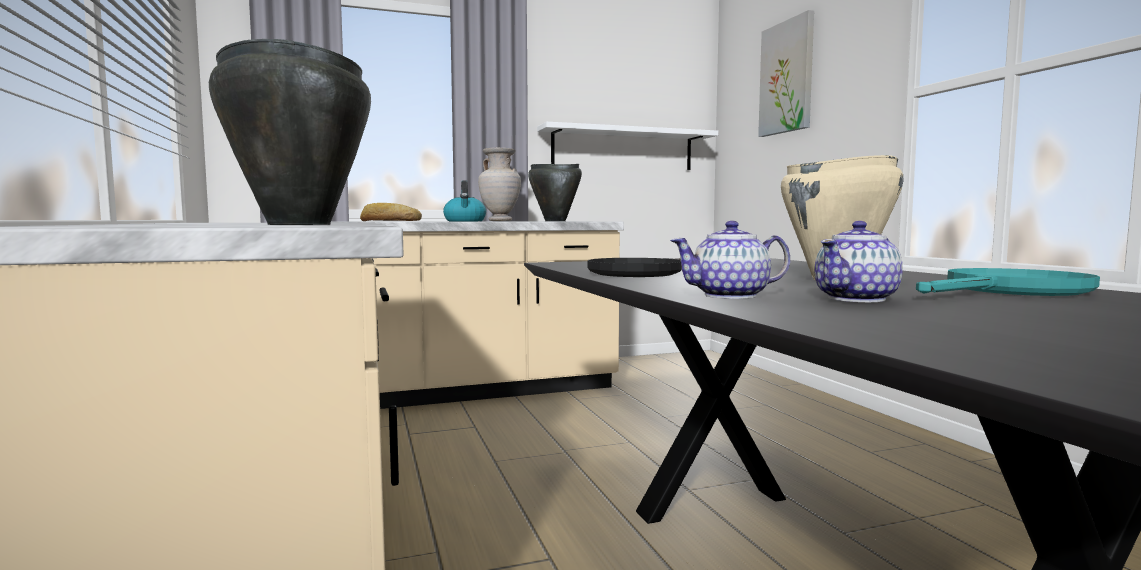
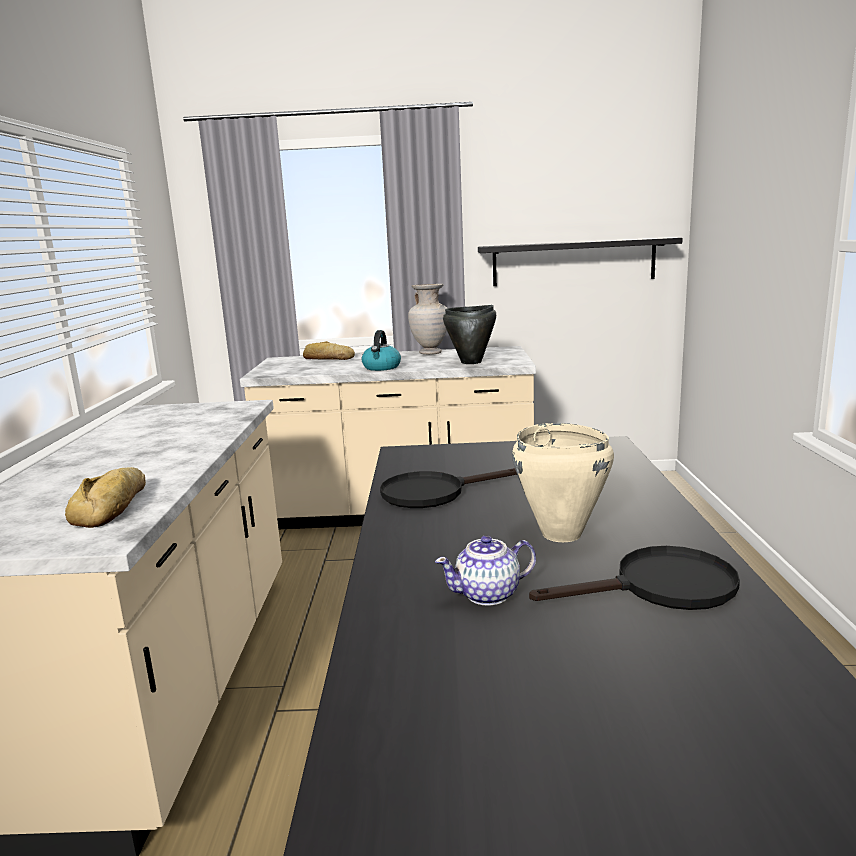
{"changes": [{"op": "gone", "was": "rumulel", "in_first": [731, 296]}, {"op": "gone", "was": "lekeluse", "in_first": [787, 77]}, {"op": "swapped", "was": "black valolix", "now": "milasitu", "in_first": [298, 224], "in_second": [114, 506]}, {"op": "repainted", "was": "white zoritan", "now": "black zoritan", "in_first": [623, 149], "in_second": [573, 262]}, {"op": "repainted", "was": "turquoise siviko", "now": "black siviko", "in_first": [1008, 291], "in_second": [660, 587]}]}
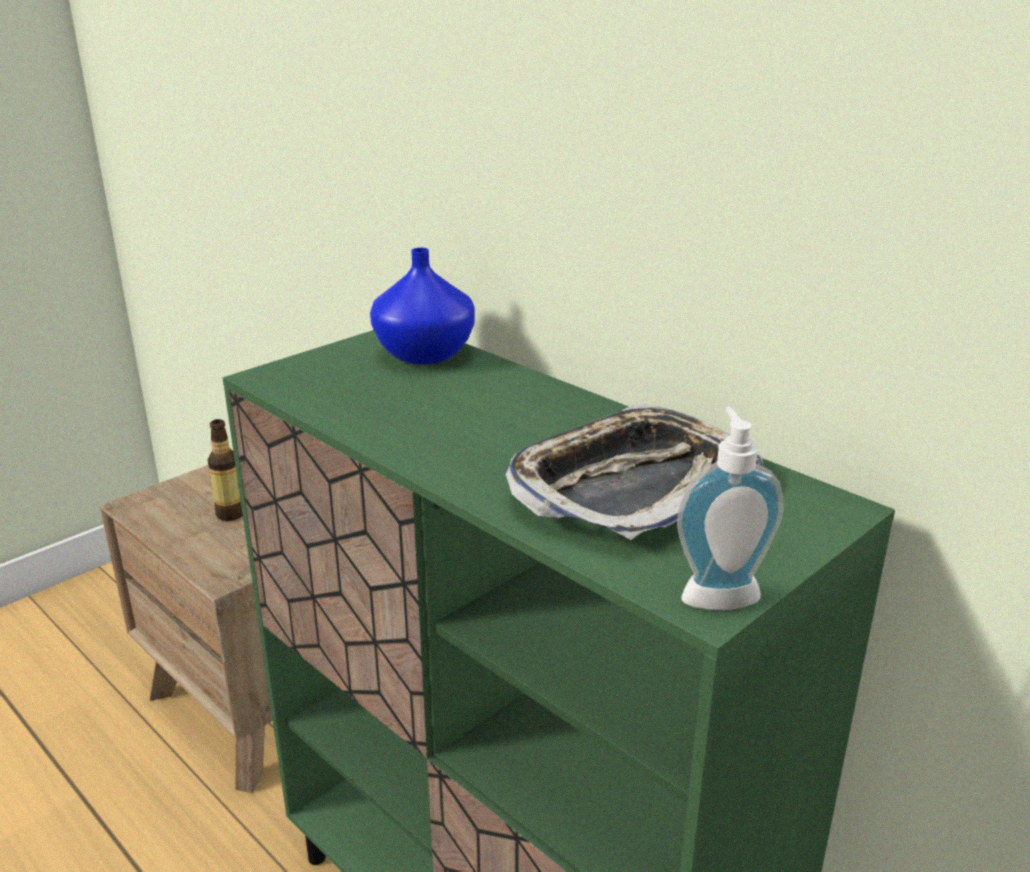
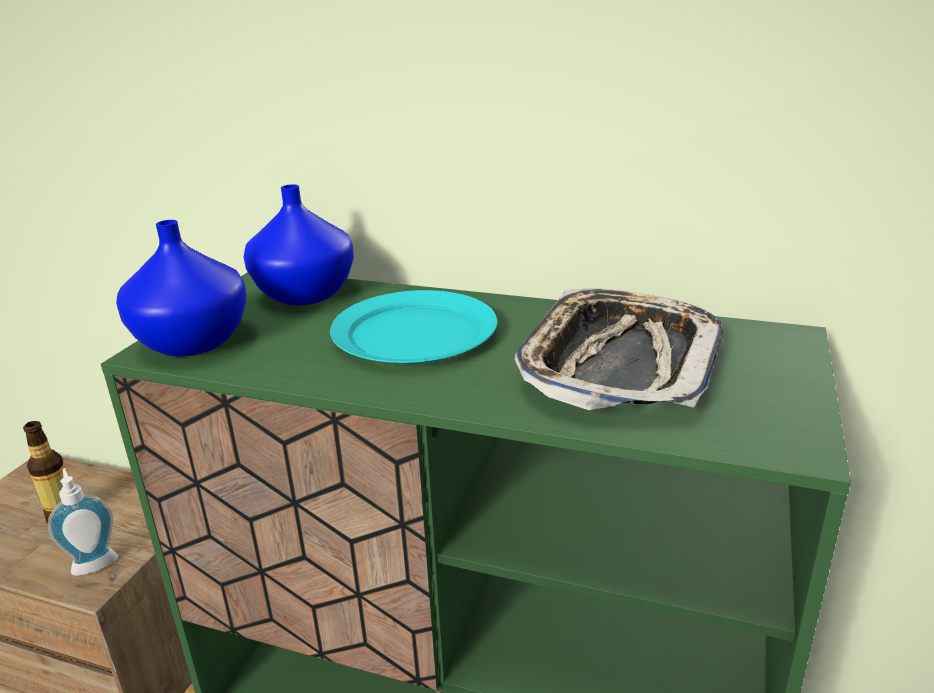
{"changes": [{"op": "new", "now": "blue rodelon", "in_second": [194, 341]}, {"op": "new", "now": "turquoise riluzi", "in_second": [413, 334]}, {"op": "shifted", "was": "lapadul", "in_first": [718, 593], "in_second": [94, 562]}]}
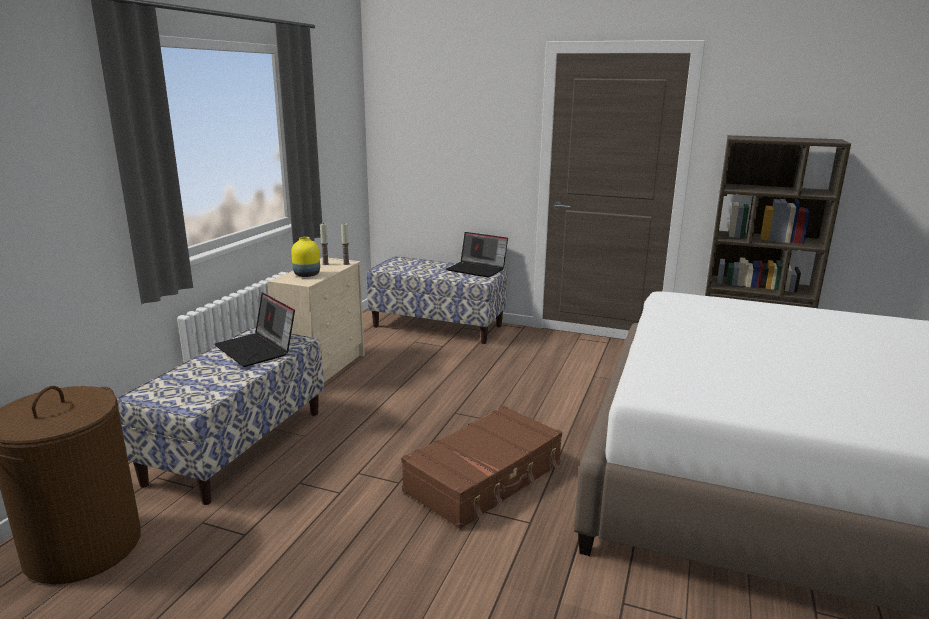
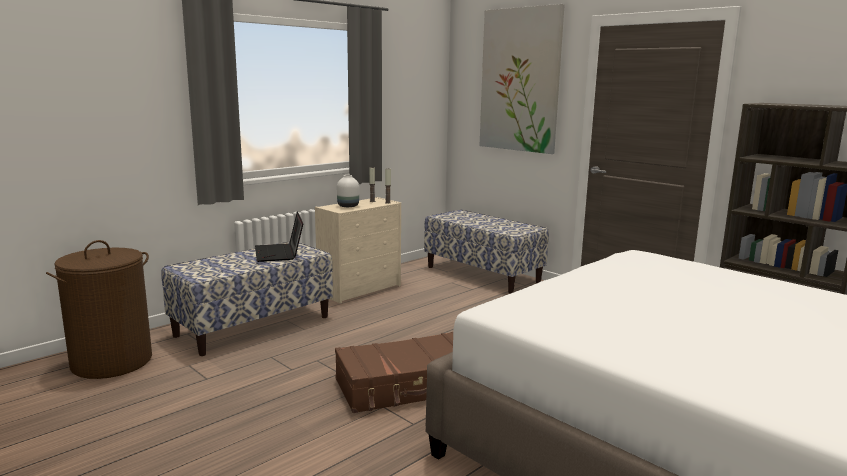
{"changes": [{"op": "gone", "was": "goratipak", "in_first": [477, 269]}, {"op": "new", "now": "lekeluse", "in_second": [520, 80]}, {"op": "repainted", "was": "yellow rodelon", "now": "white rodelon", "in_first": [306, 275], "in_second": [347, 206]}]}
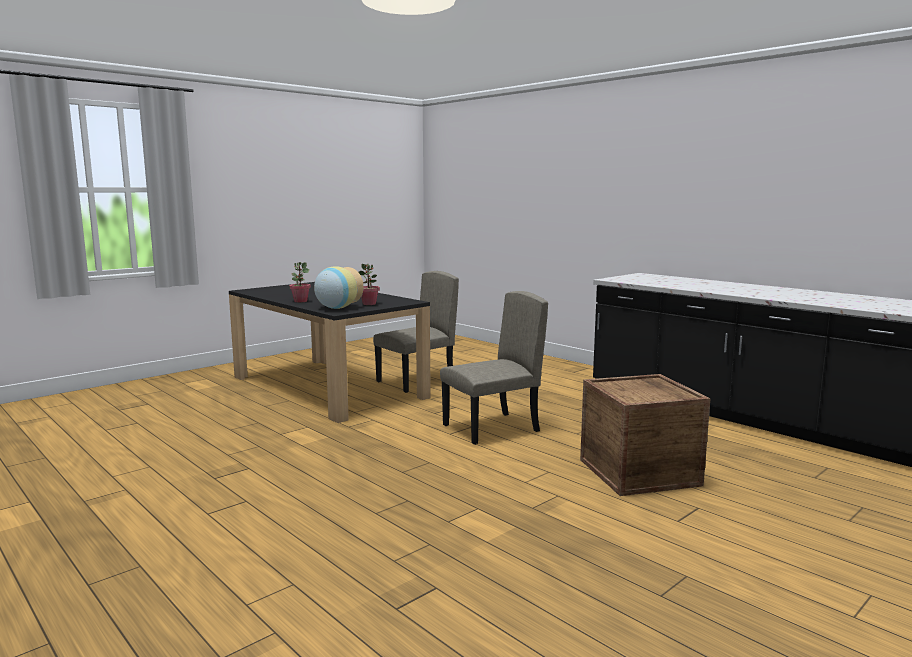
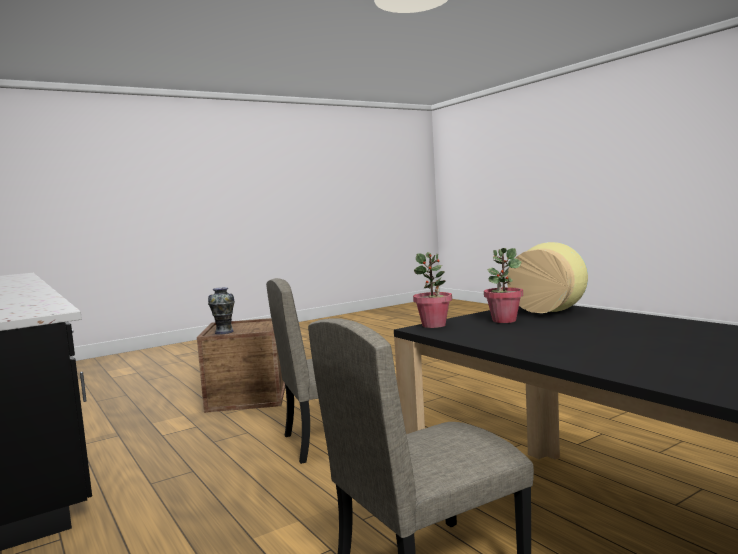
{"changes": [{"op": "new", "now": "rodelon", "in_second": [224, 332]}, {"op": "shifted", "was": "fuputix", "in_first": [300, 301], "in_second": [434, 325]}]}
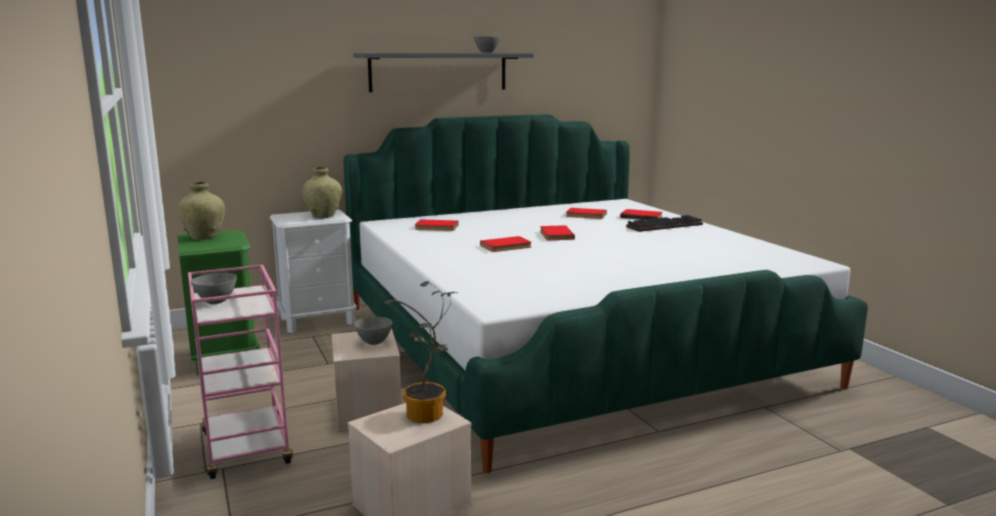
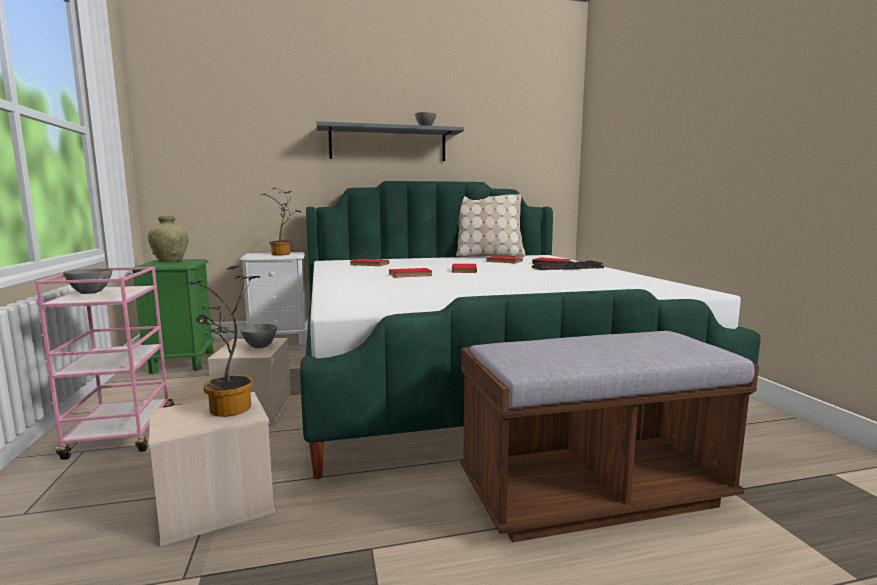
{"changes": [{"op": "new", "now": "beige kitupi", "in_second": [489, 256]}, {"op": "new", "now": "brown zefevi", "in_second": [592, 493]}, {"op": "swapped", "was": "beige rodelon", "now": "fuputix", "in_first": [323, 216], "in_second": [283, 254]}]}
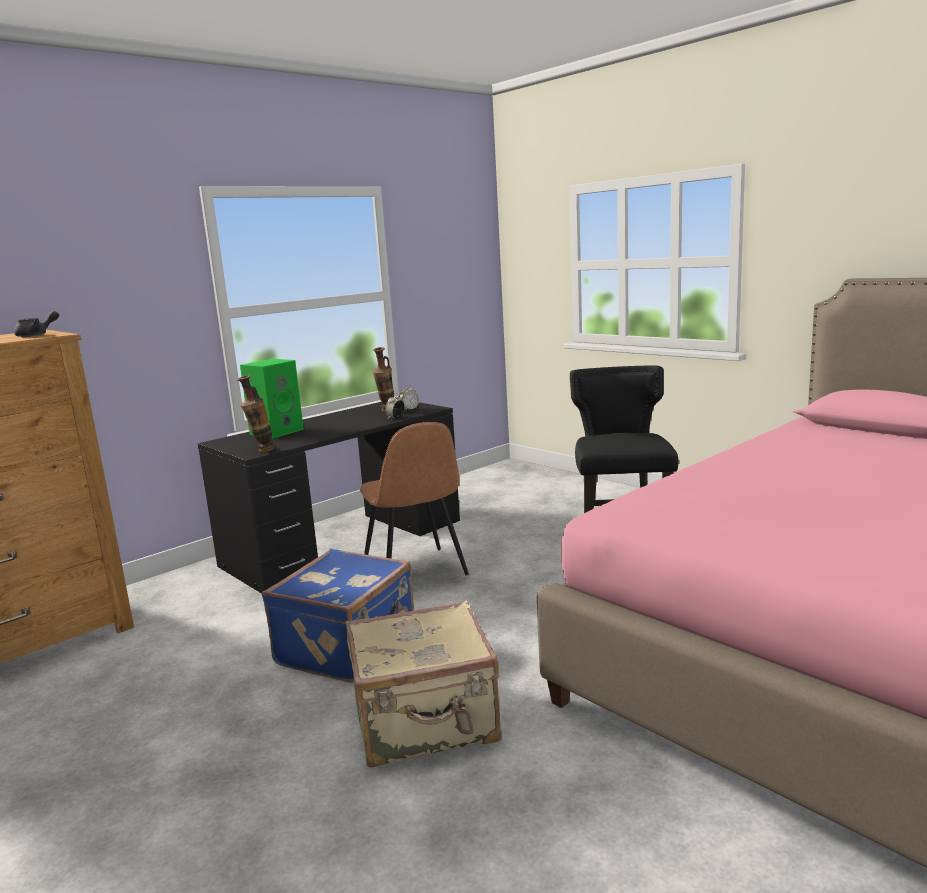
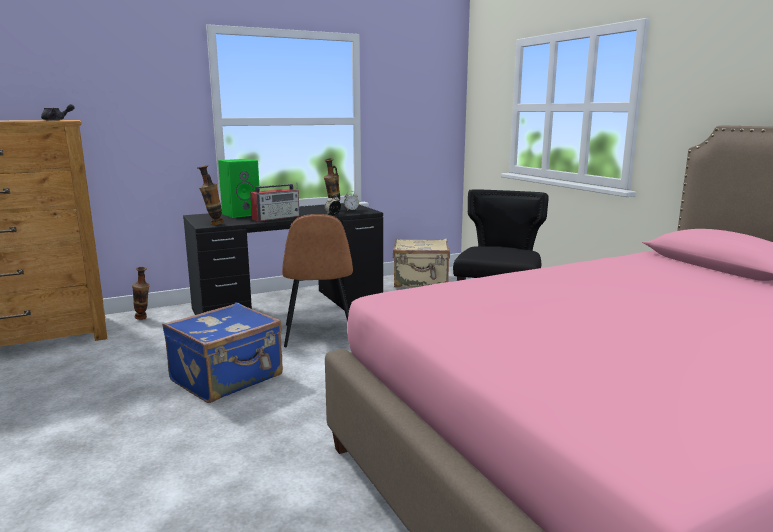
{"changes": [{"op": "new", "now": "rodelon", "in_second": [143, 319]}, {"op": "new", "now": "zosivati", "in_second": [277, 217]}, {"op": "shifted", "was": "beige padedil", "in_first": [426, 723], "in_second": [421, 282]}]}
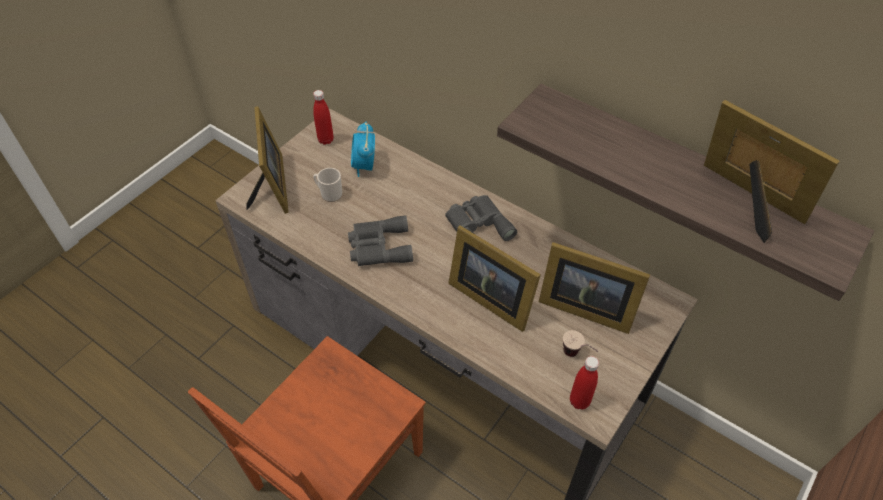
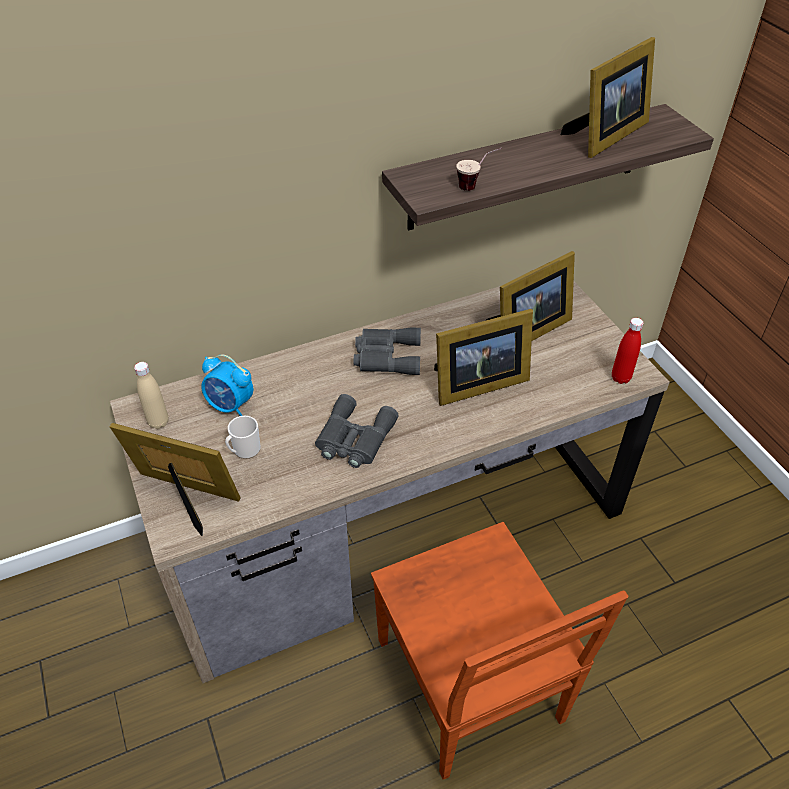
{"changes": [{"op": "shifted", "was": "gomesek", "in_first": [577, 356], "in_second": [476, 186]}, {"op": "repainted", "was": "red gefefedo", "now": "beige gefefedo", "in_first": [326, 140], "in_second": [158, 422]}, {"op": "rotated", "was": "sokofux", "in_first": [749, 202], "in_second": [606, 136], "clockwise": 150}]}
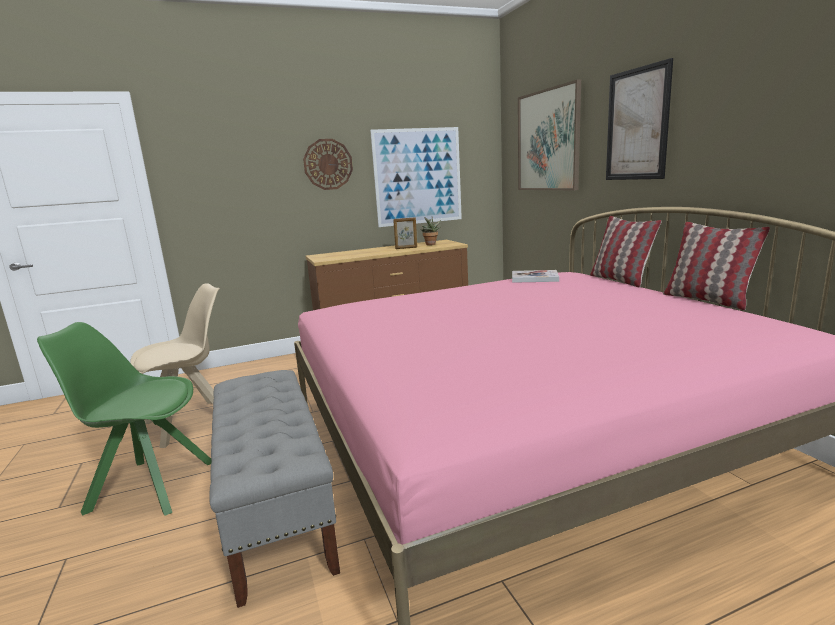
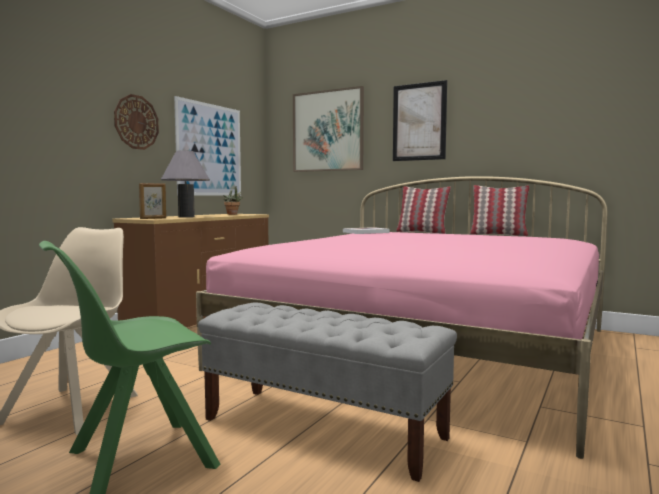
{"changes": [{"op": "new", "now": "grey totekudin", "in_second": [186, 217]}, {"op": "shifted", "was": "sokofux", "in_first": [406, 248], "in_second": [153, 218]}]}
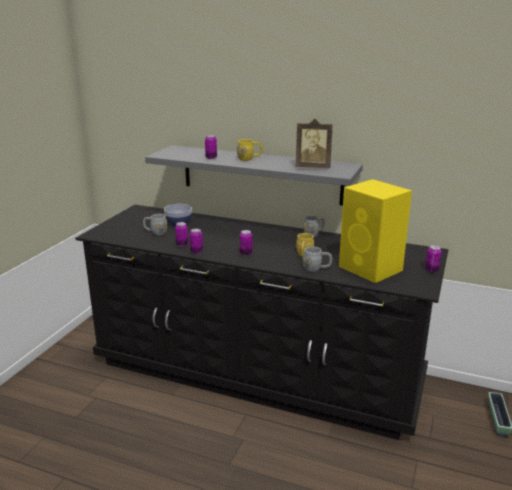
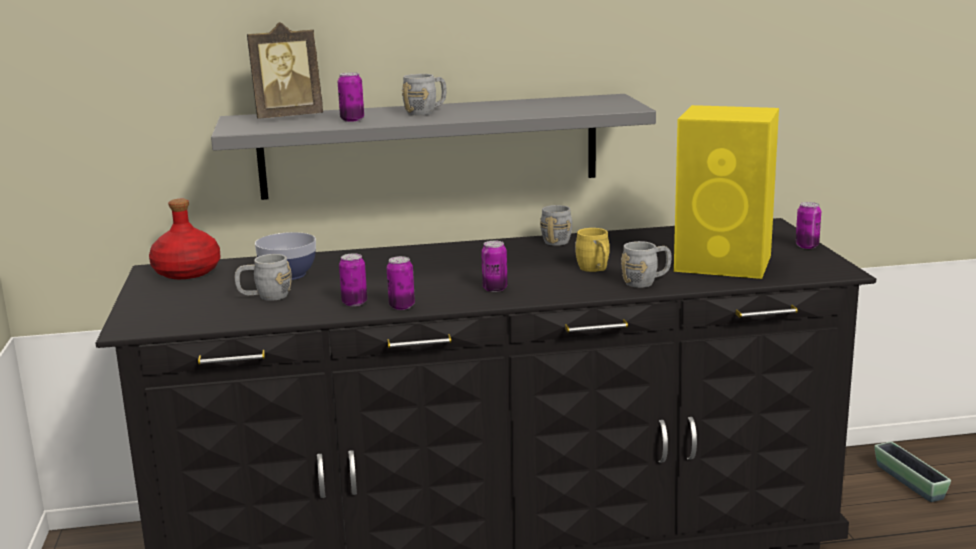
{"changes": [{"op": "new", "now": "red gefefedo", "in_second": [188, 272]}, {"op": "shifted", "was": "sokofux", "in_first": [313, 167], "in_second": [287, 117]}, {"op": "repainted", "was": "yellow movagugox", "now": "grey movagugox", "in_first": [249, 158], "in_second": [426, 112]}]}
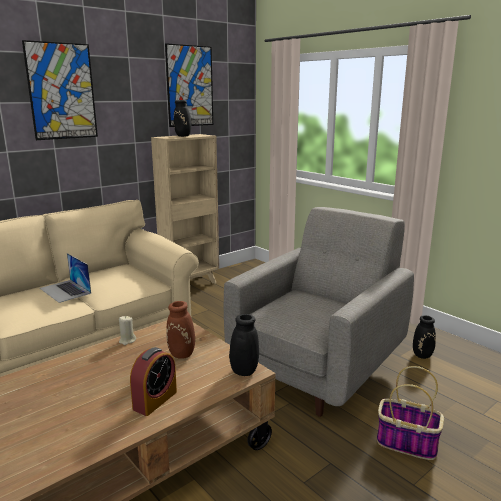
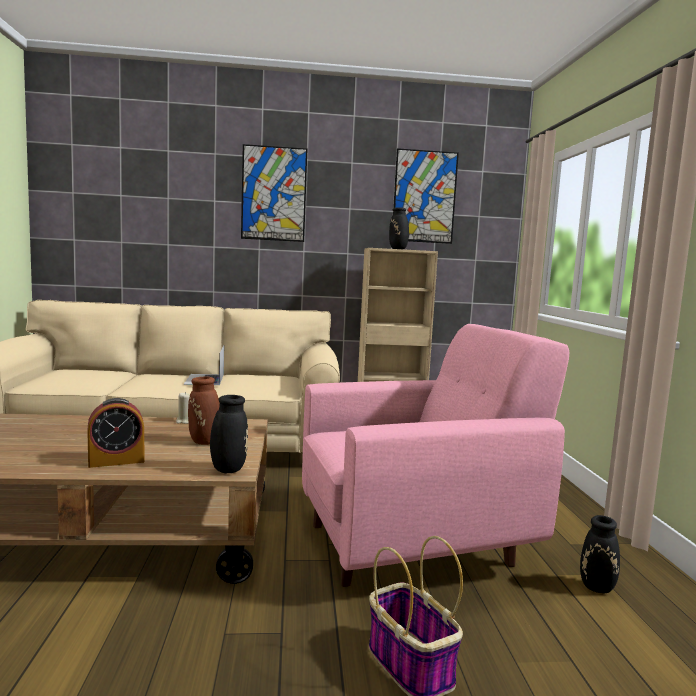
{"changes": [{"op": "repainted", "was": "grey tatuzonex", "now": "pink tatuzonex", "in_first": [319, 368], "in_second": [416, 544]}]}
